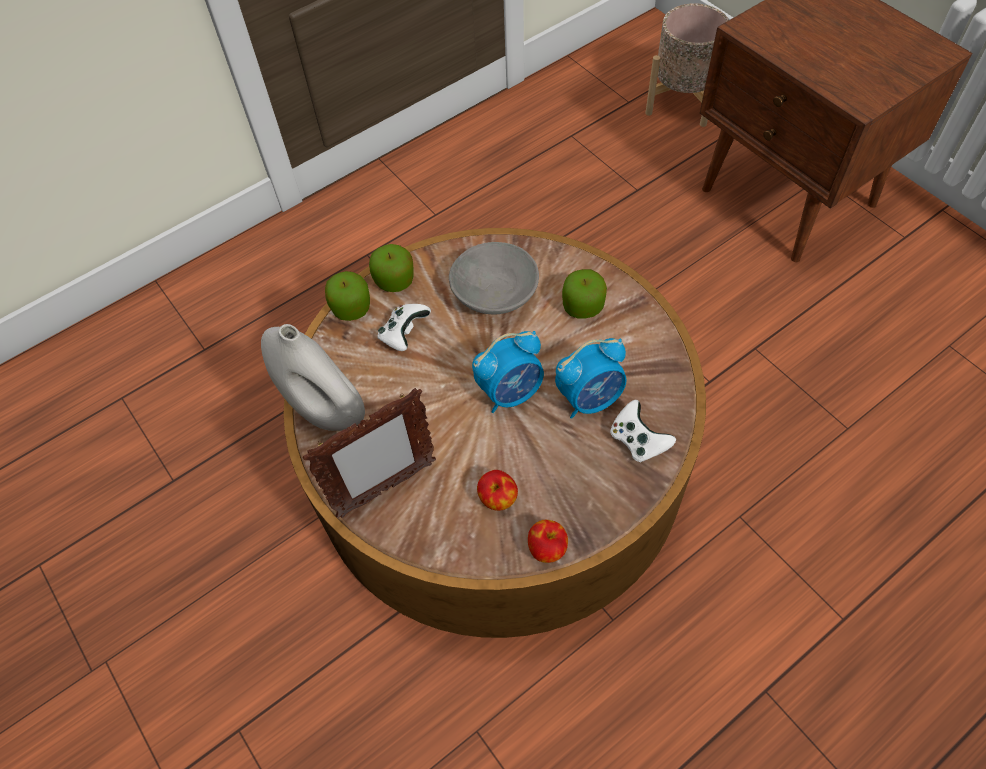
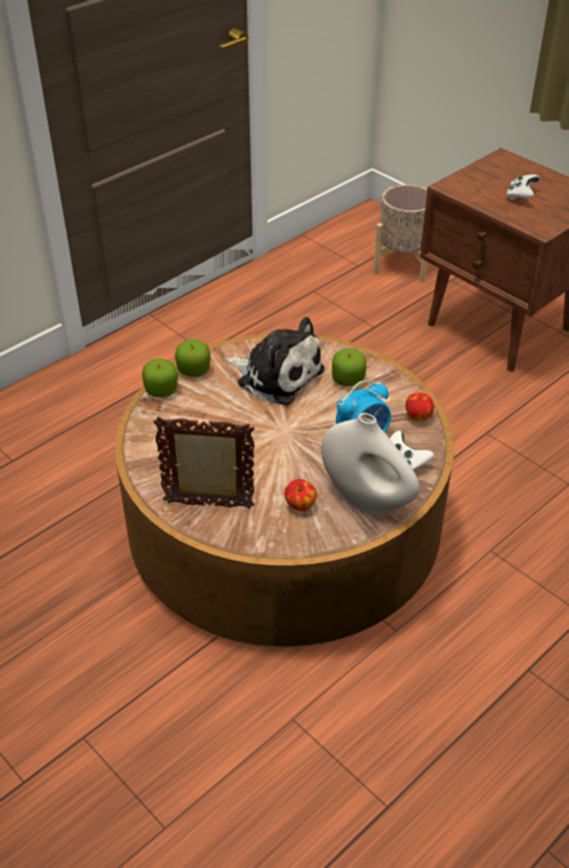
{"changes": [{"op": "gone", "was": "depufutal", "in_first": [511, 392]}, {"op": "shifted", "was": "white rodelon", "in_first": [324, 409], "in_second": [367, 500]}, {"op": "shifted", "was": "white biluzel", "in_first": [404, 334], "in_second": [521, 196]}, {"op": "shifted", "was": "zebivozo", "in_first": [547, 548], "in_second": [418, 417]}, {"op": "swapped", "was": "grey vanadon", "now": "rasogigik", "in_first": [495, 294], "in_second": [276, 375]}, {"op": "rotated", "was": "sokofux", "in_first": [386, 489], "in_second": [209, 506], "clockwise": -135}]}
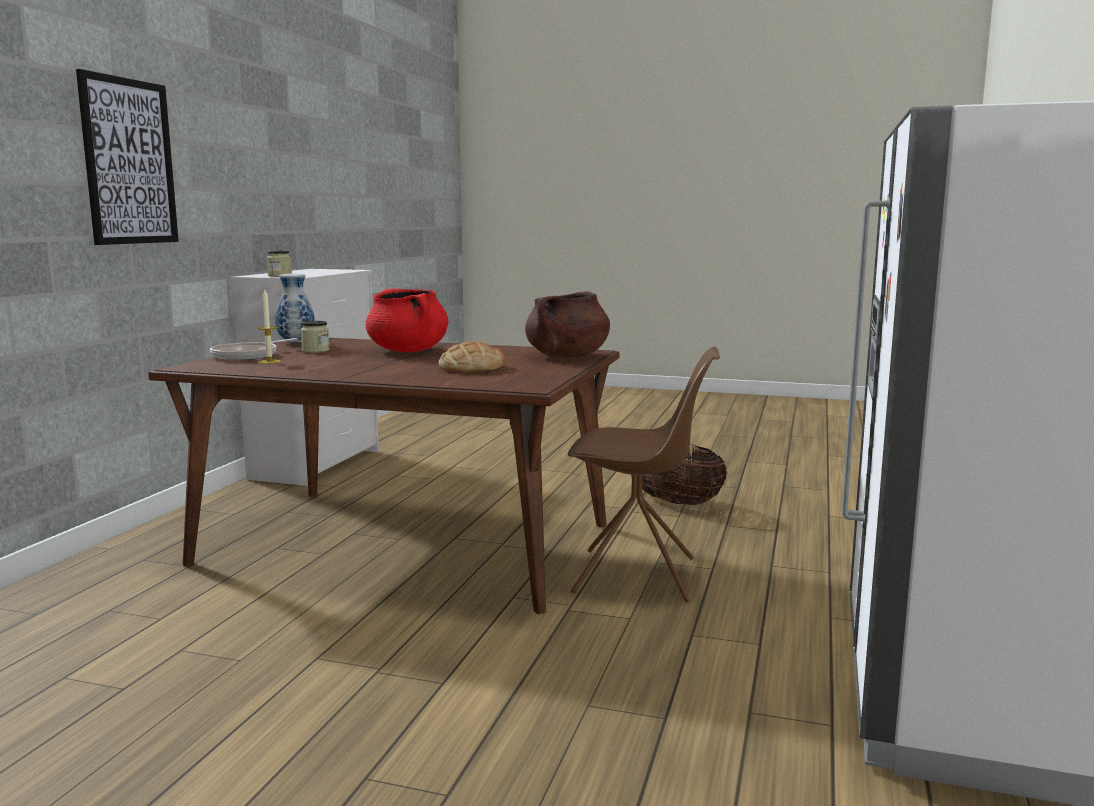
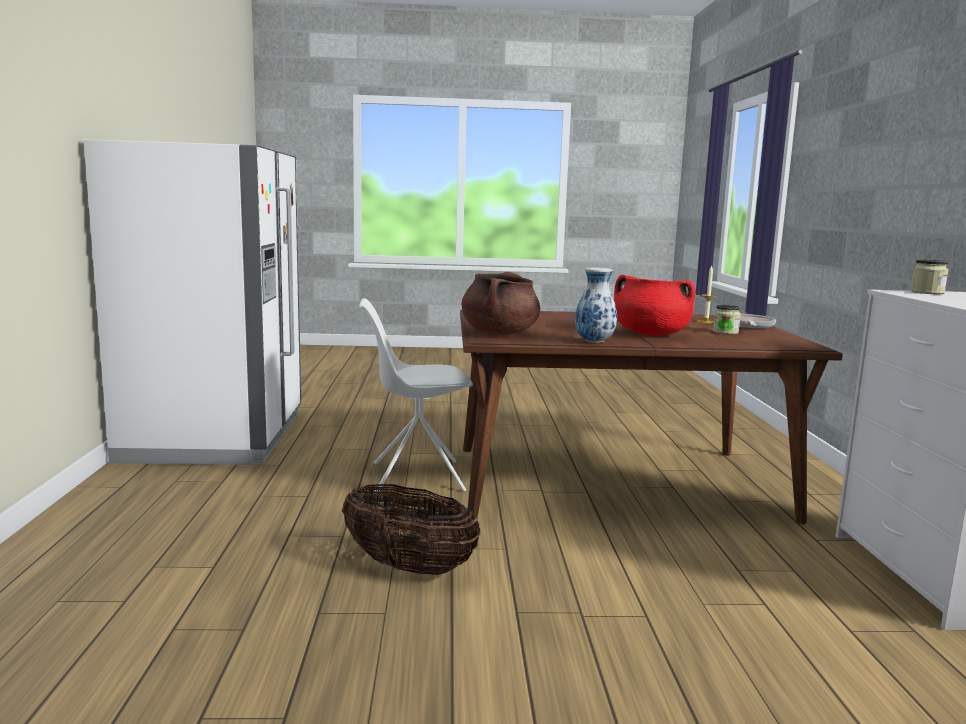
{"changes": [{"op": "gone", "was": "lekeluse", "in_first": [129, 162]}, {"op": "gone", "was": "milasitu", "in_first": [471, 368]}, {"op": "shifted", "was": "rodelon", "in_first": [295, 342], "in_second": [595, 342]}, {"op": "repainted", "was": "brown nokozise", "now": "white nokozise", "in_first": [638, 575], "in_second": [415, 477]}]}
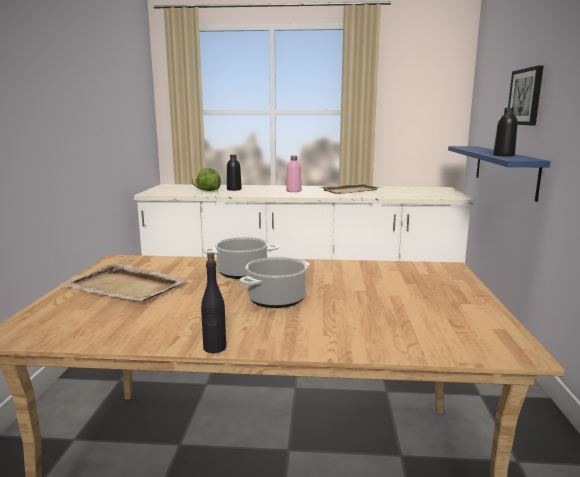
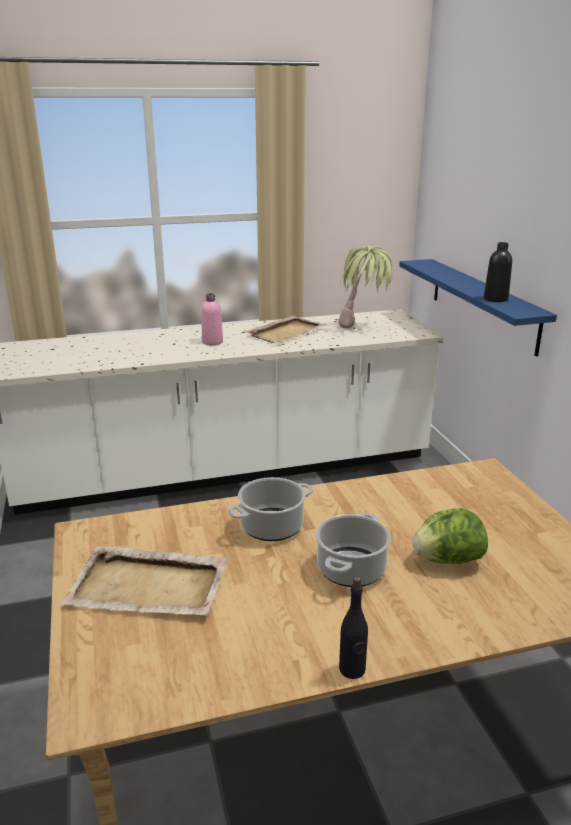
{"changes": [{"op": "gone", "was": "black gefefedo", "in_first": [234, 189]}, {"op": "gone", "was": "lekeluse", "in_first": [525, 97]}, {"op": "new", "now": "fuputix", "in_second": [364, 330]}, {"op": "shifted", "was": "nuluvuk", "in_first": [207, 190], "in_second": [447, 560]}]}
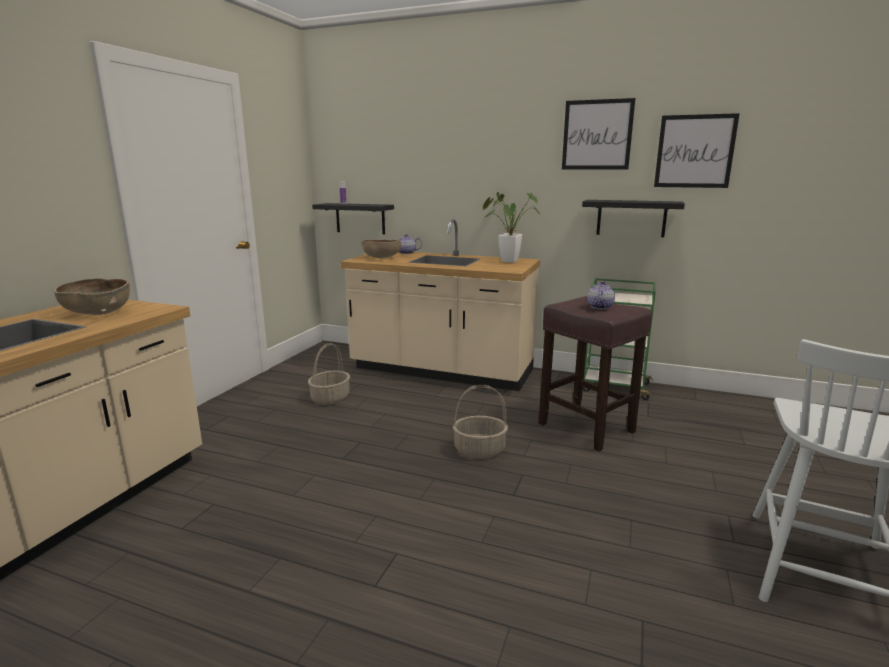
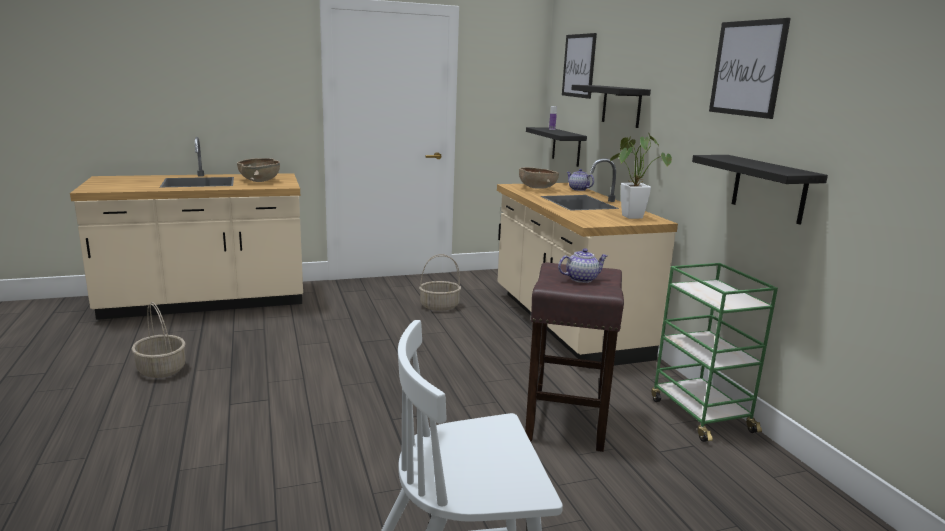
{"changes": [{"op": "new", "now": "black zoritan", "in_second": [621, 106]}, {"op": "shifted", "was": "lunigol", "in_first": [480, 450], "in_second": [162, 369]}, {"op": "shifted", "was": "lekeluse", "in_first": [694, 151], "in_second": [579, 66]}]}
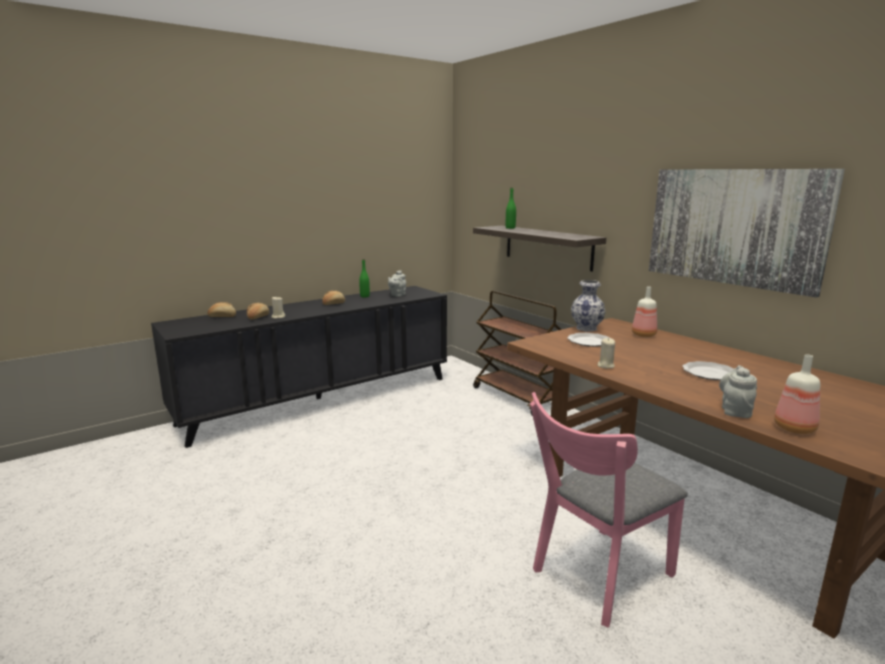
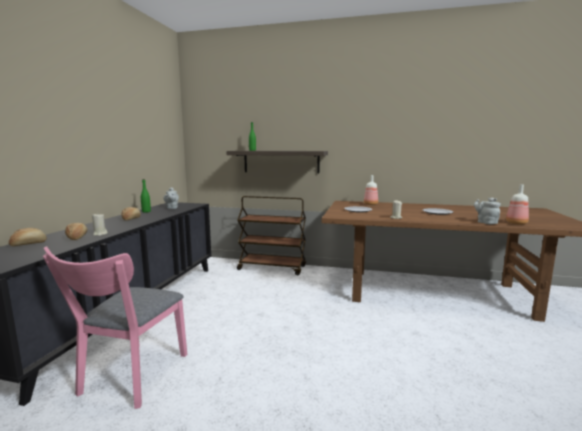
{"changes": [{"op": "gone", "was": "rodelon", "in_first": [586, 328]}, {"op": "gone", "was": "lekeluse", "in_first": [734, 227]}, {"op": "shifted", "was": "pink nokozise", "in_first": [596, 577], "in_second": [130, 378]}]}
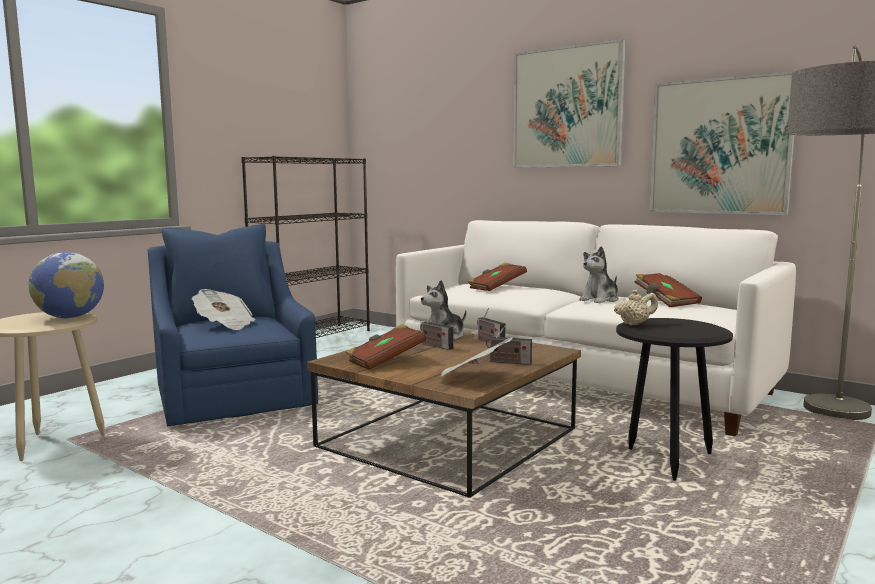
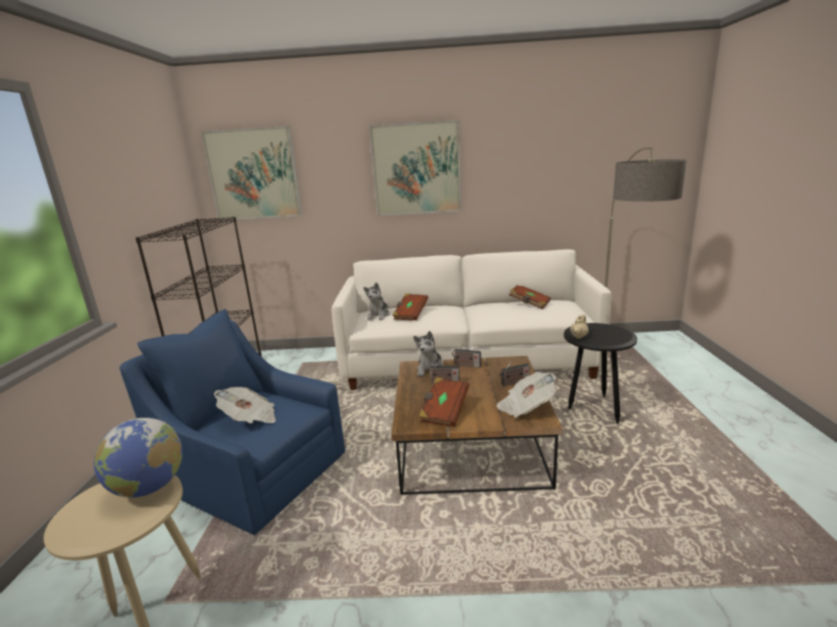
{"changes": [{"op": "shifted", "was": "rasogigik", "in_first": [600, 300], "in_second": [378, 315]}, {"op": "shifted", "was": "lekeluse", "in_first": [720, 146], "in_second": [253, 174]}]}
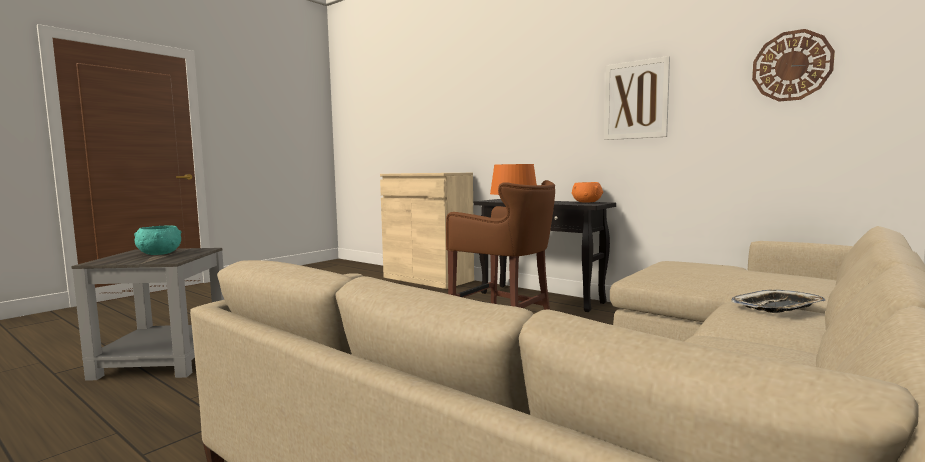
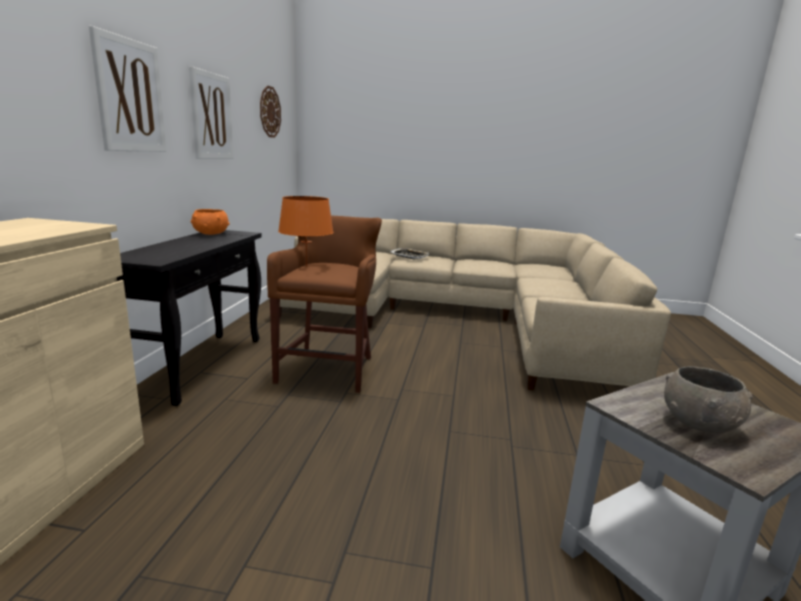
{"changes": [{"op": "new", "now": "lekeluse", "in_second": [130, 96]}, {"op": "repainted", "was": "turquoise vanadon", "now": "grey vanadon", "in_first": [159, 254], "in_second": [700, 423]}]}
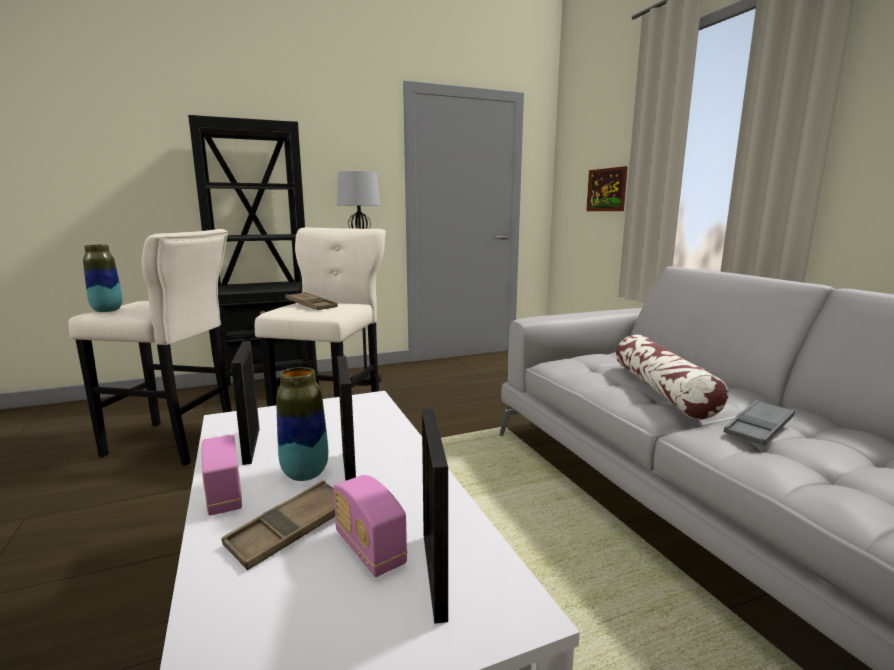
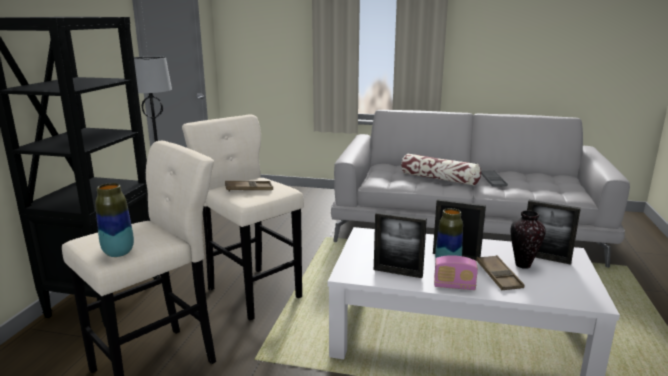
{"changes": [{"op": "gone", "was": "lekeluse", "in_first": [606, 190]}, {"op": "swapped", "was": "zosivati", "now": "rodelon", "in_first": [369, 549], "in_second": [523, 265]}]}
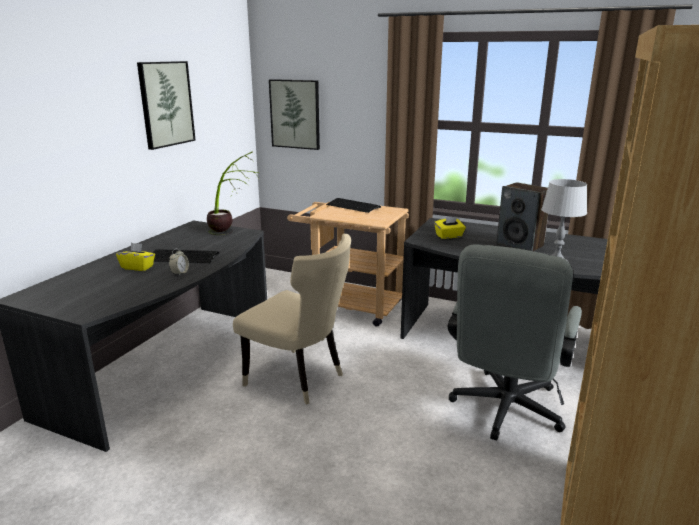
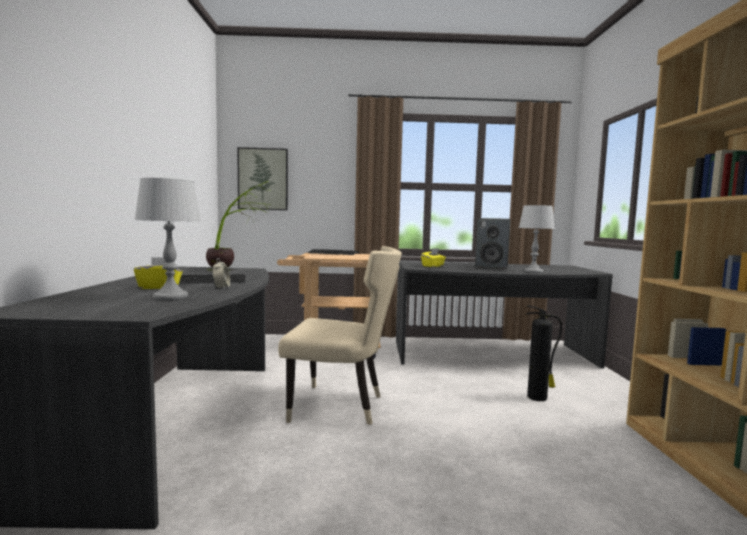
{"changes": [{"op": "gone", "was": "lekeluse", "in_first": [166, 104]}, {"op": "new", "now": "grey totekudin", "in_second": [170, 297]}, {"op": "swapped", "was": "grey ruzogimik", "now": "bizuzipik", "in_first": [504, 412], "in_second": [538, 397]}]}
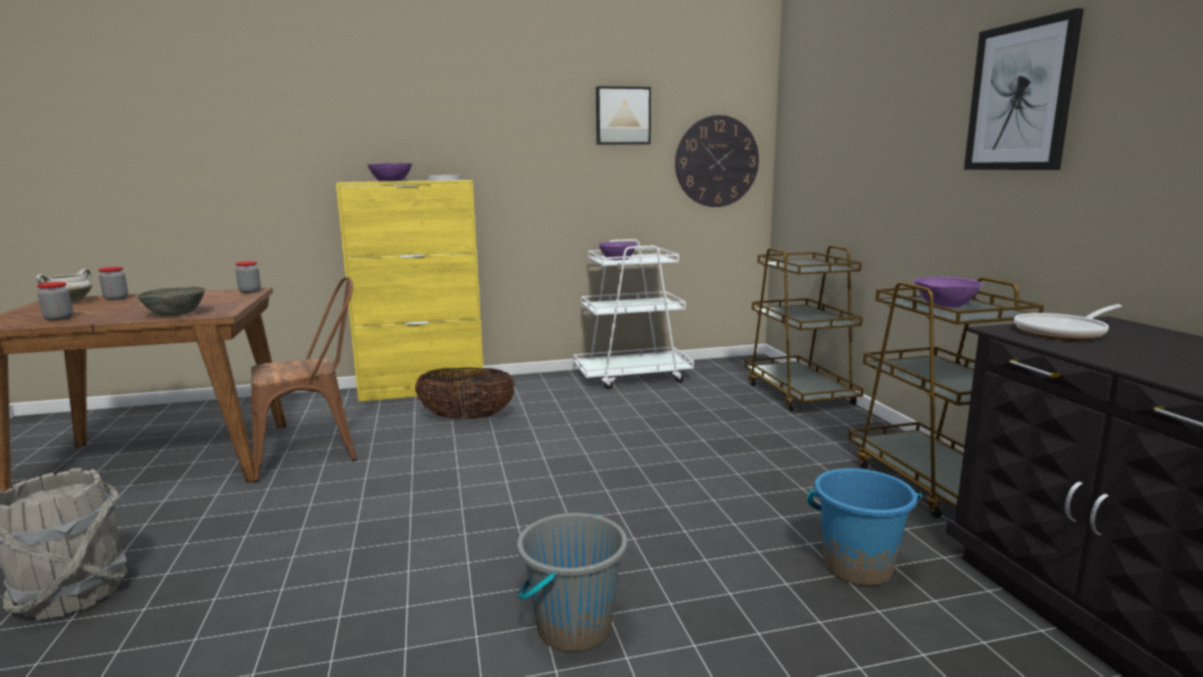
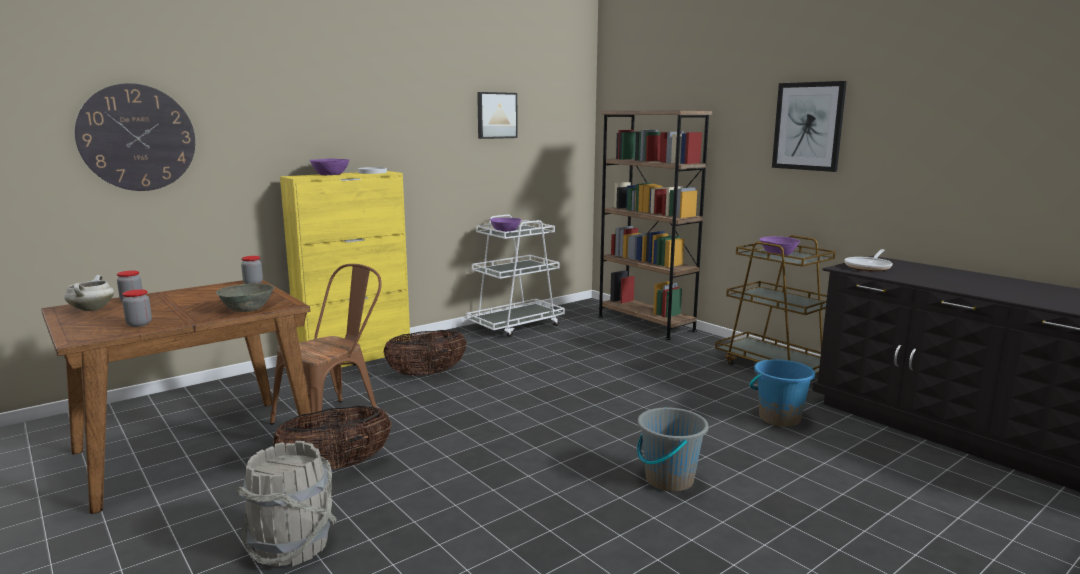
{"changes": [{"op": "new", "now": "lunigol", "in_second": [336, 466]}, {"op": "shifted", "was": "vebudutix", "in_first": [717, 161], "in_second": [137, 138]}, {"op": "swapped", "was": "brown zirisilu", "now": "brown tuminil", "in_first": [799, 393], "in_second": [645, 324]}]}
